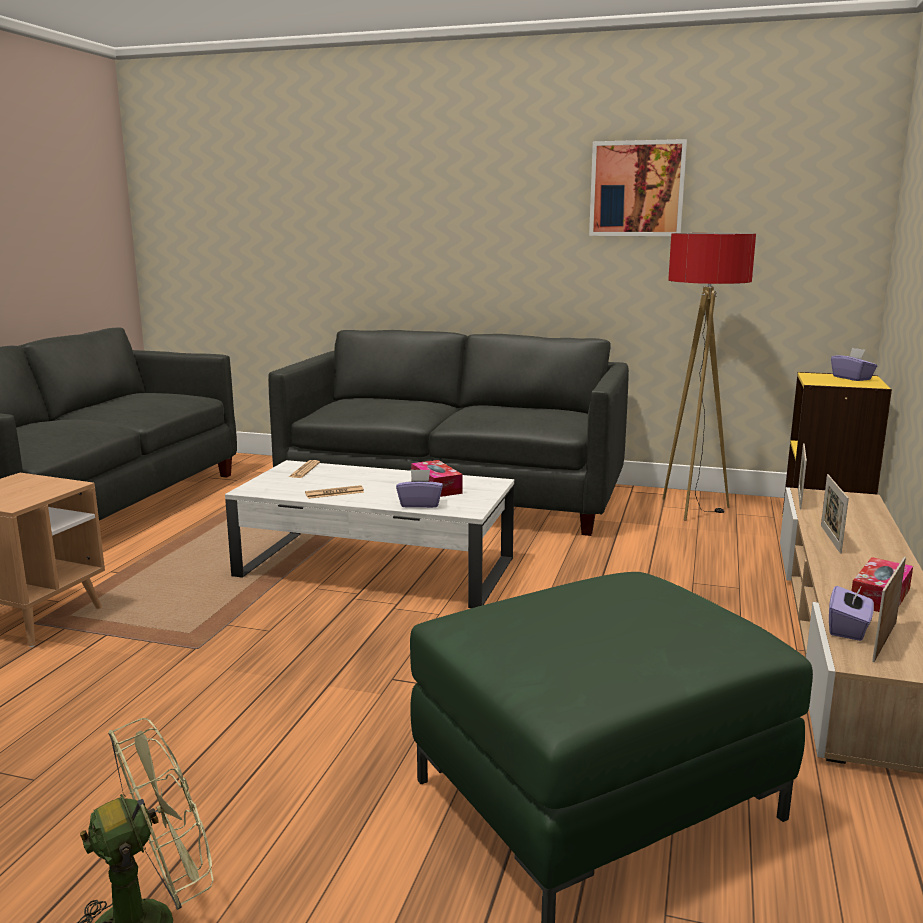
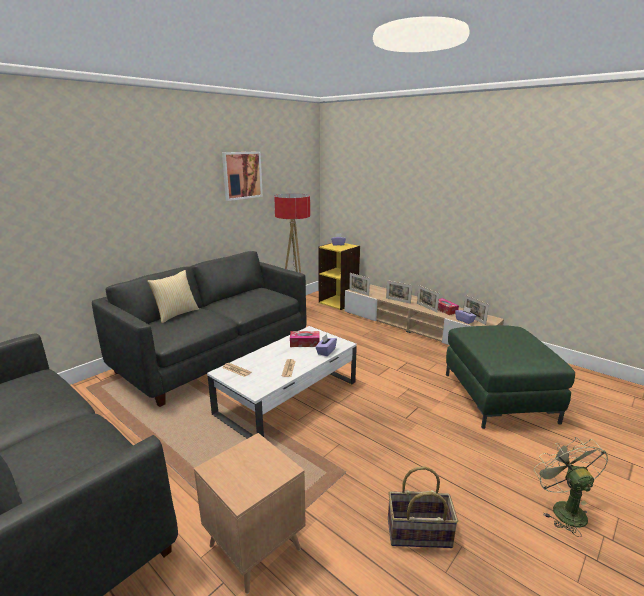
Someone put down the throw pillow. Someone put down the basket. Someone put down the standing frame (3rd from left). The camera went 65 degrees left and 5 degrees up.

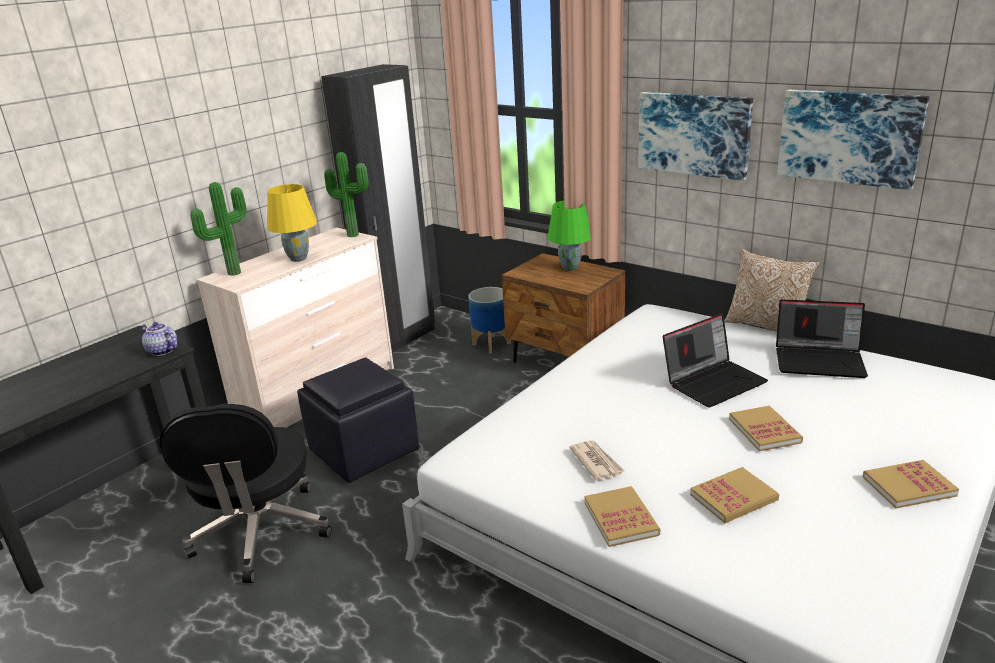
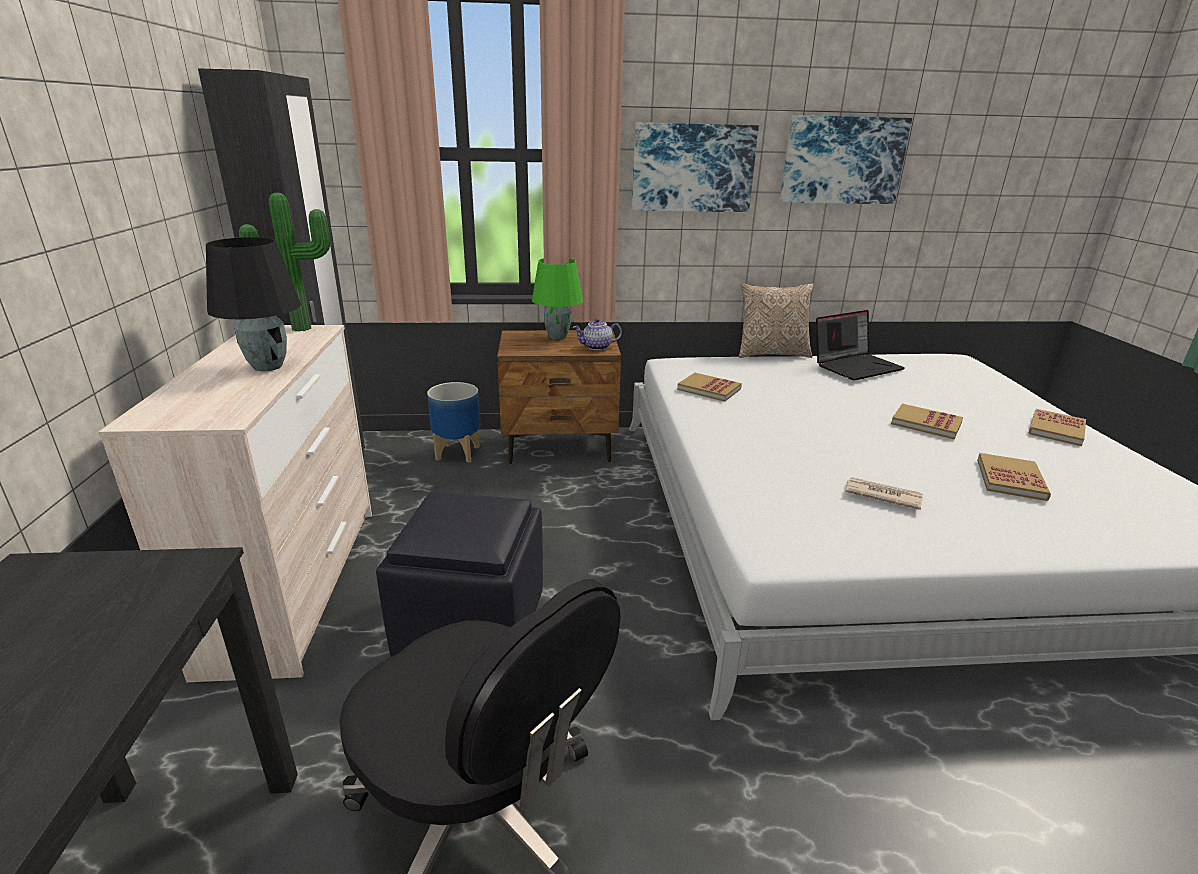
Someone carried the pot for tea. Someone took away the plant in a pot (1st from left). Someone repainted the yellowish table lamp, which became the black table lamp. Someone carried the book (1st from left). Someone took away the laptop (1st from left). The camera went 45 degrees left and 0 degrees up.

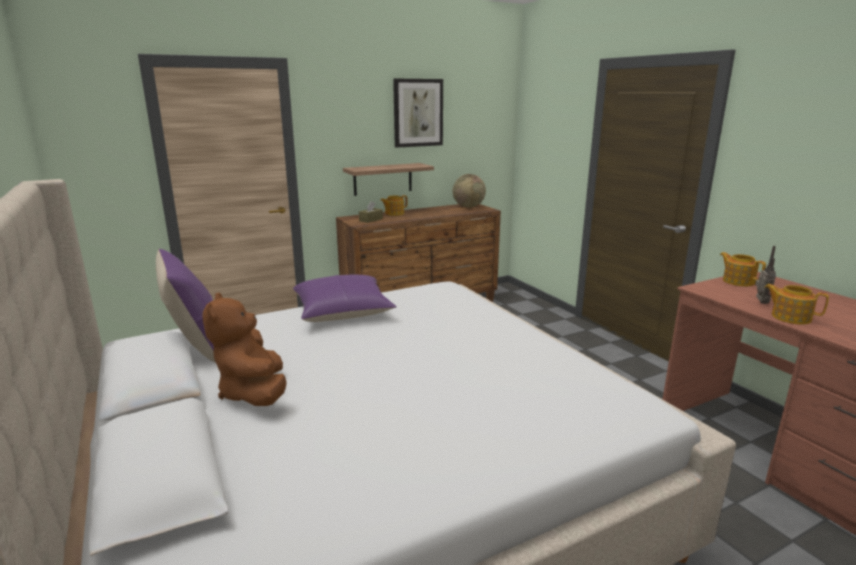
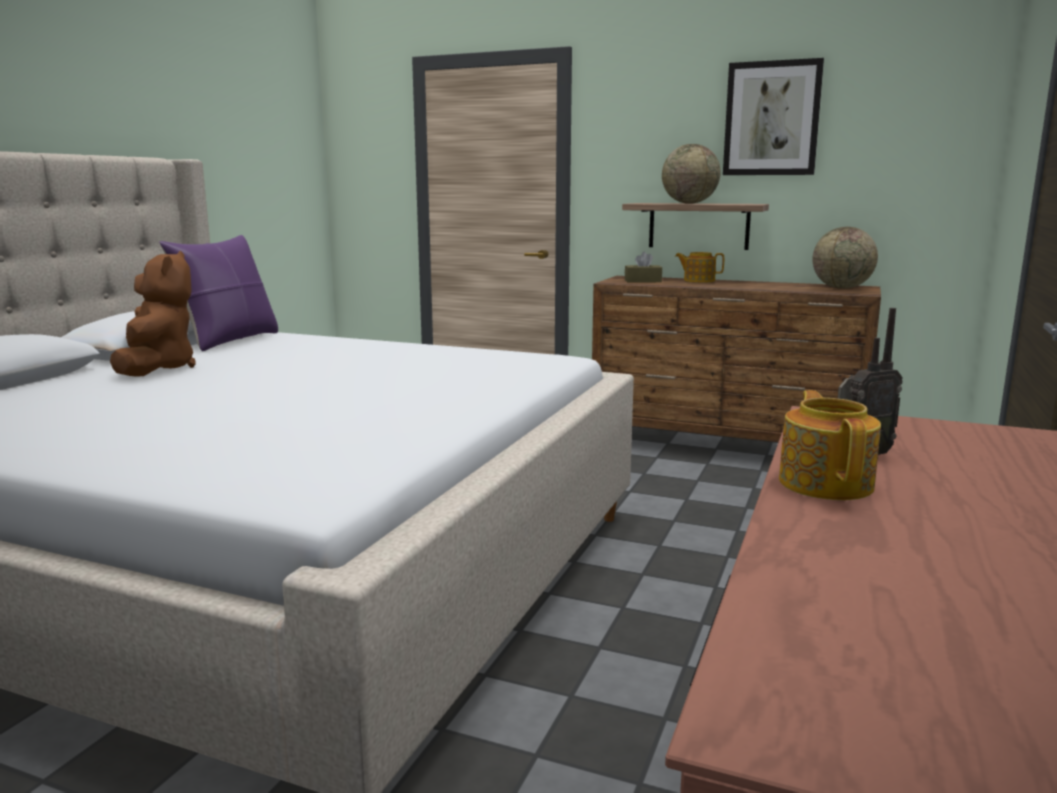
Someone rotated the brown-coloured cuddly toy by 135 degrees clockwise. Someone took away the purple-coloured throw pillow (2nd from left). Someone took away the pot for tea (2nd from left). Someone put down the world globe (1st from left). The camera went 50 degrees right and 5 degrees down.

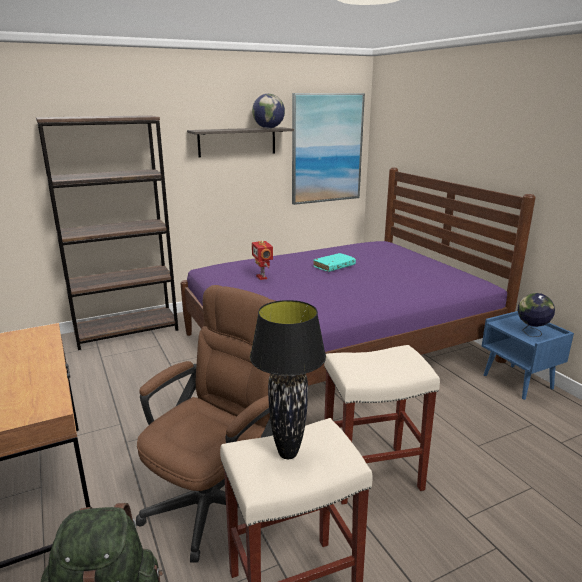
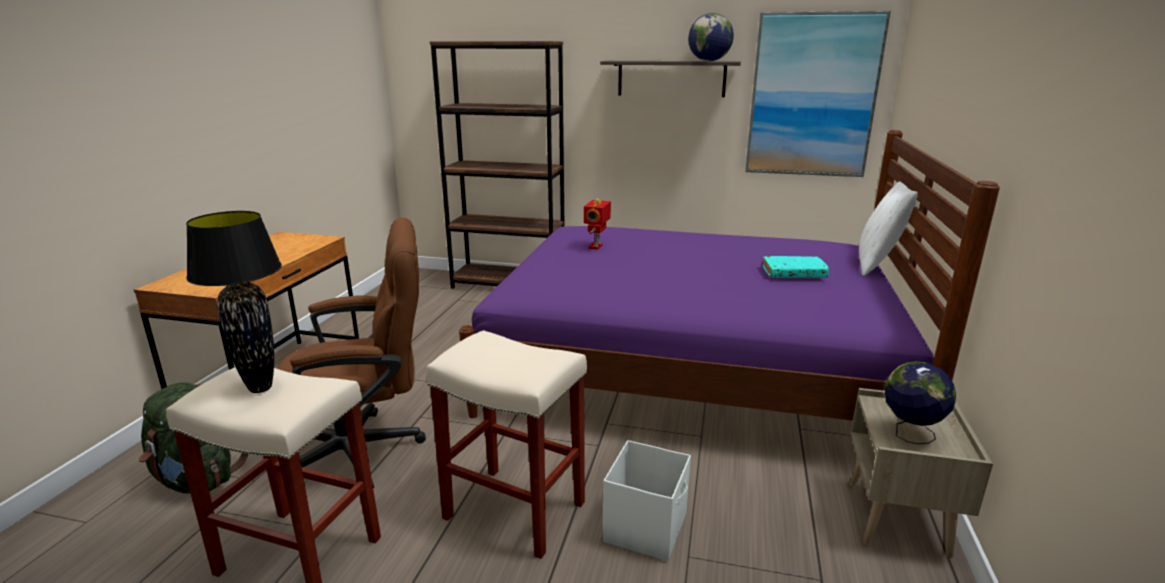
Someone carried the turquoise book. Someone repainted the blue night table, which became the sand-coloured night table. Someone put down the whitish storage bin. Someone put down the whitish throw pillow. The camera went 40 degrees right and 0 degrees up.

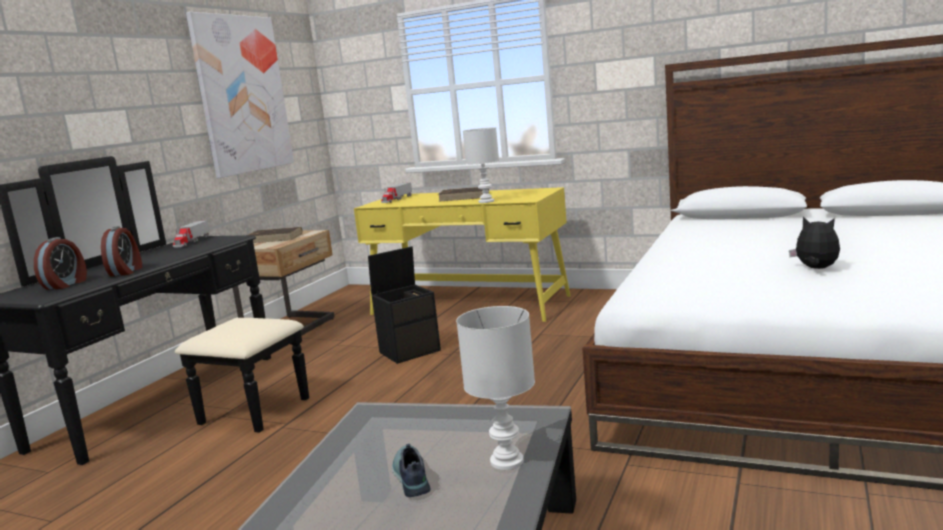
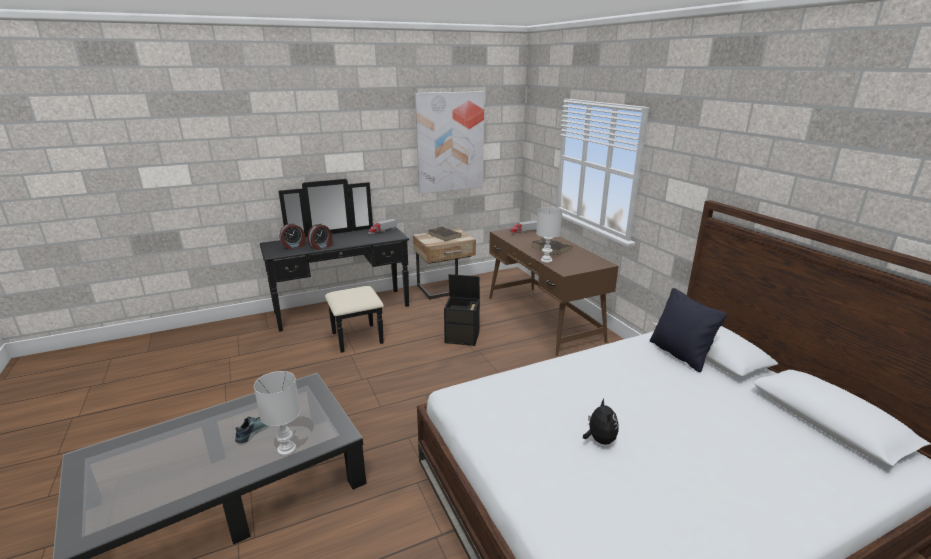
Someone repainted the yellowish desk table, which became the brown-coloured desk table. Someone put down the black throw pillow. The camera went 40 degrees right and 10 degrees up.

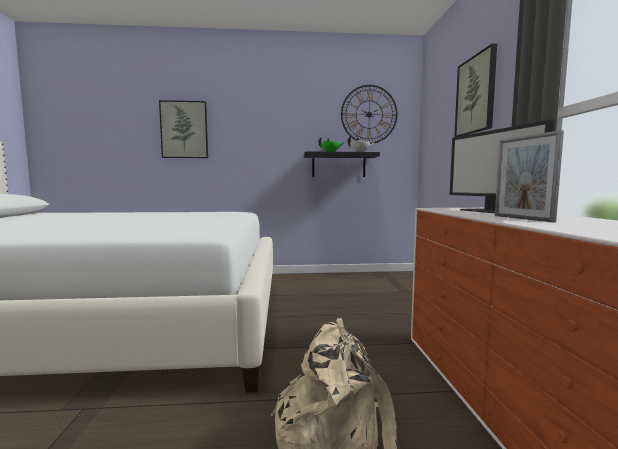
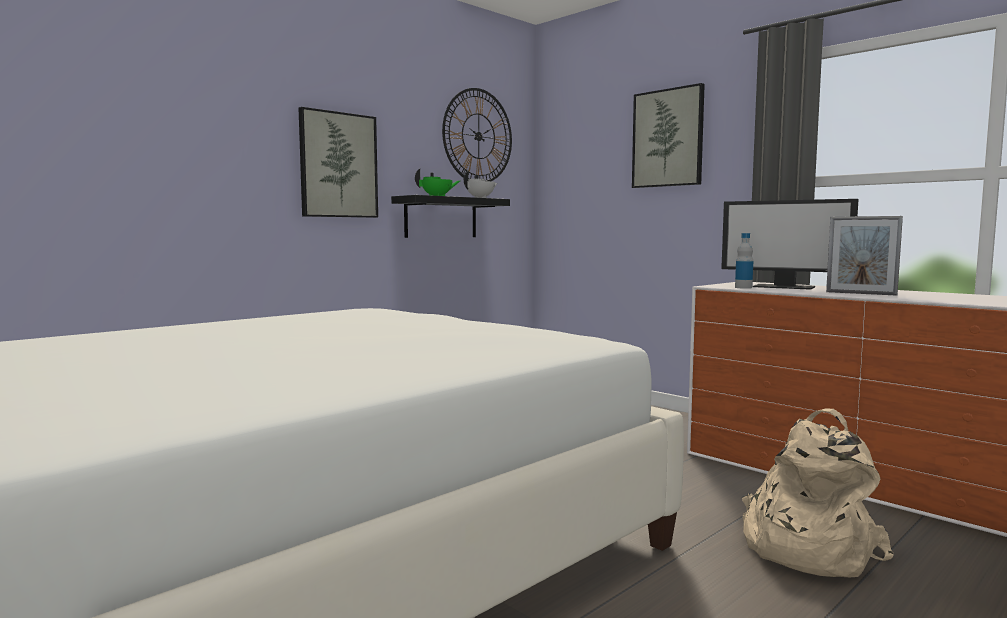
Someone carried the wall art (1st from left). Someone put down the beverage bottle. The camera went 40 degrees left and 0 degrees up.

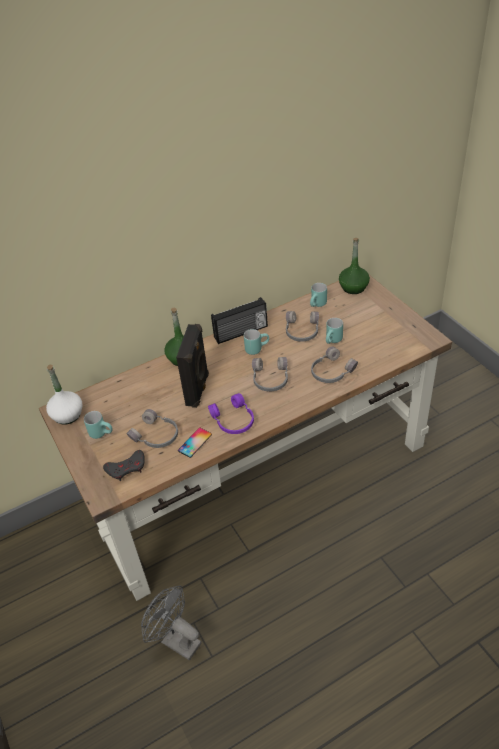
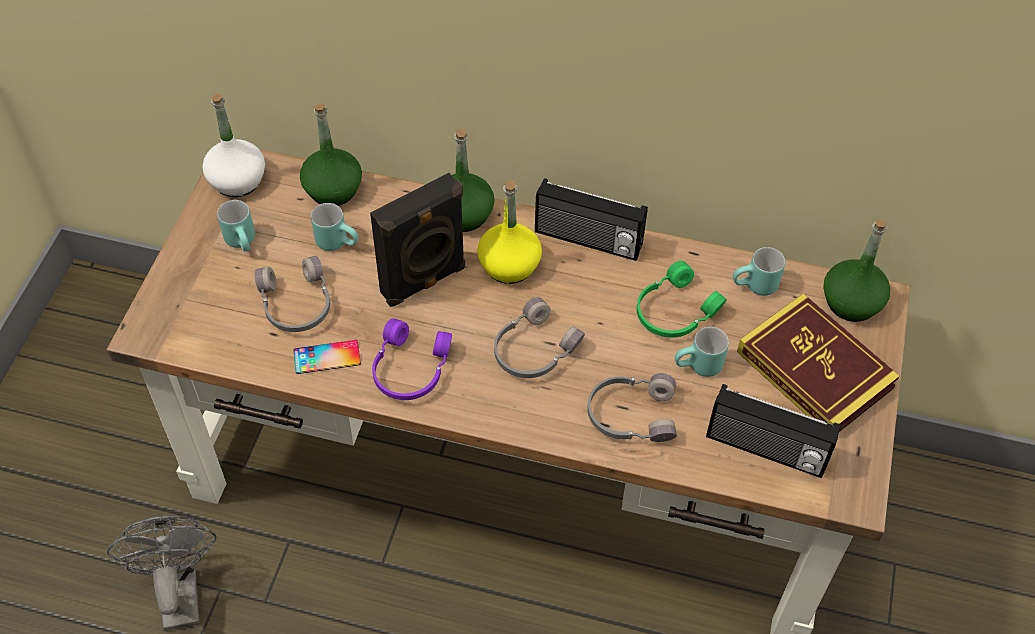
Someone took away the greyish gamepad. Someone carried the turquoise mug (2nd from left). Someone repainted the greyish pair of headphones (3rd from left), which became the green-coloured pair of headphones. Someone put down the green-coloured beverage bottle (1st from left). Someone put down the yellowish beverage bottle. Someone put down the radio receiver (2nd from left). Someone put down the book. The camera went 40 degrees right and 10 degrees up.

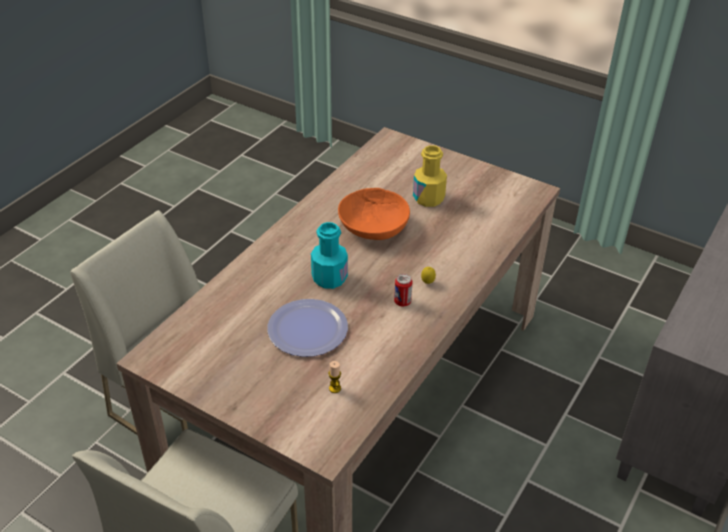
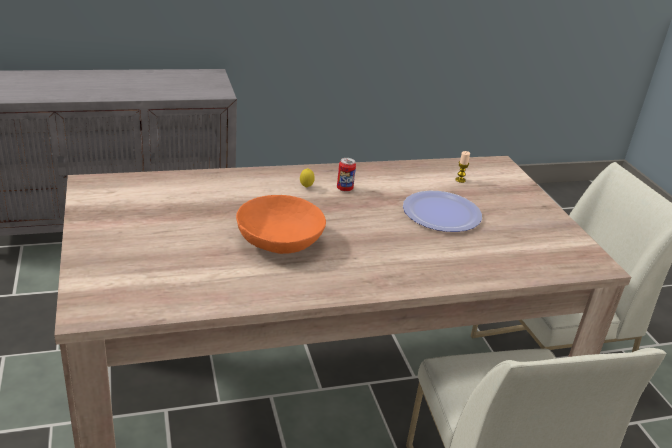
Someone took away the turquoise beverage bottle. Someone took away the yellowish beverage bottle. The camera went 140 degrees left and 10 degrees down.

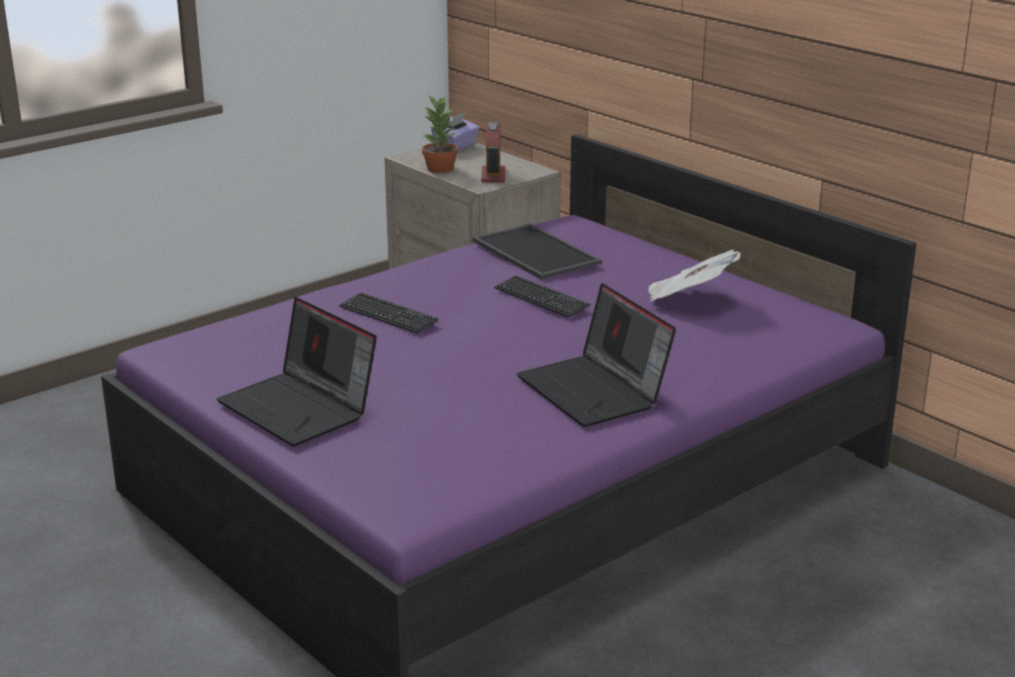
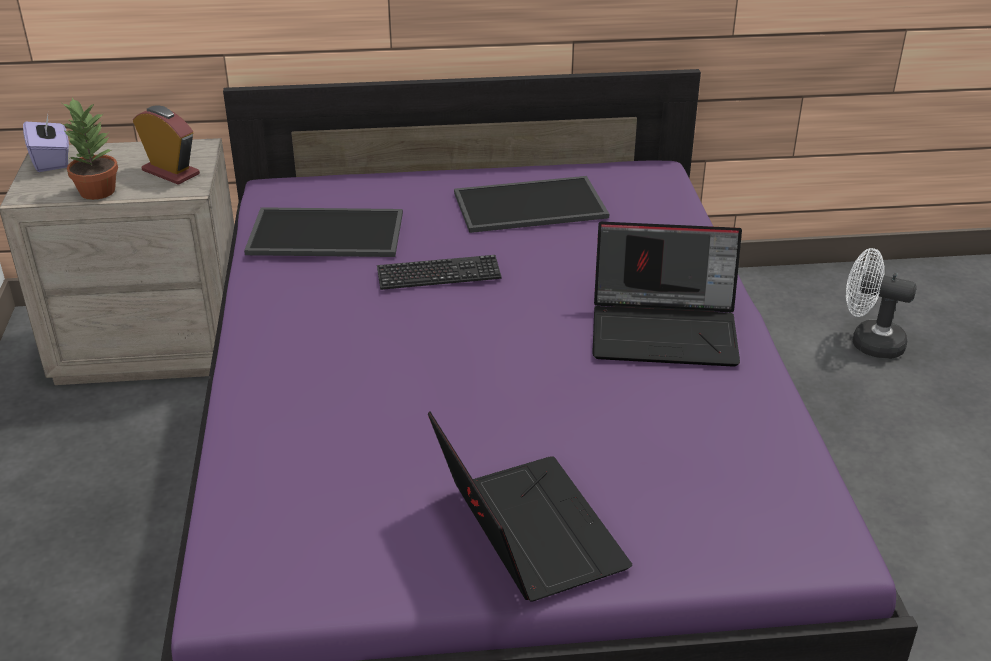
Someone rotated the laptop (1st from left) by 105 degrees counterclockwise. Someone took away the PC keyboard (1st from left). Someone swapped the newspaper for the serving tray (2nd from left). Someone put down the whitish electric fan. The camera went 55 degrees left and 10 degrees up.

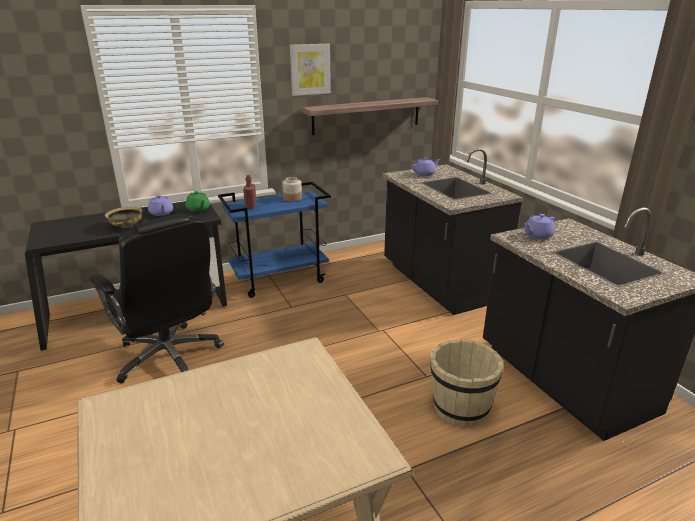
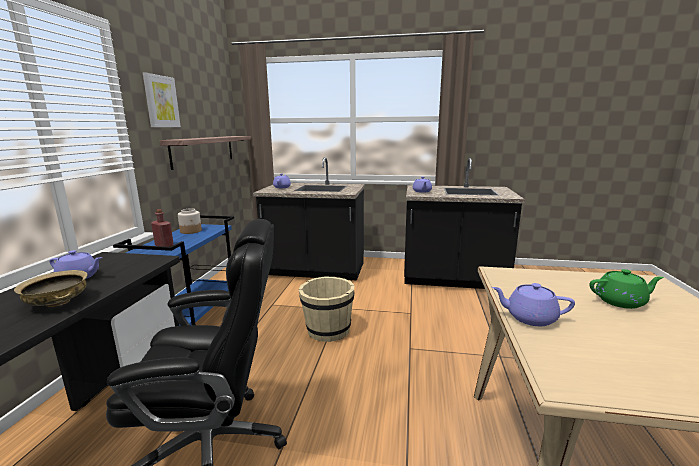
Someone carried the green-coloured pot for tea. Someone carried the sand-coloured pail. Someone put down the purple-coloured pot for tea (4th from left). The camera went 55 degrees left and 10 degrees down.

